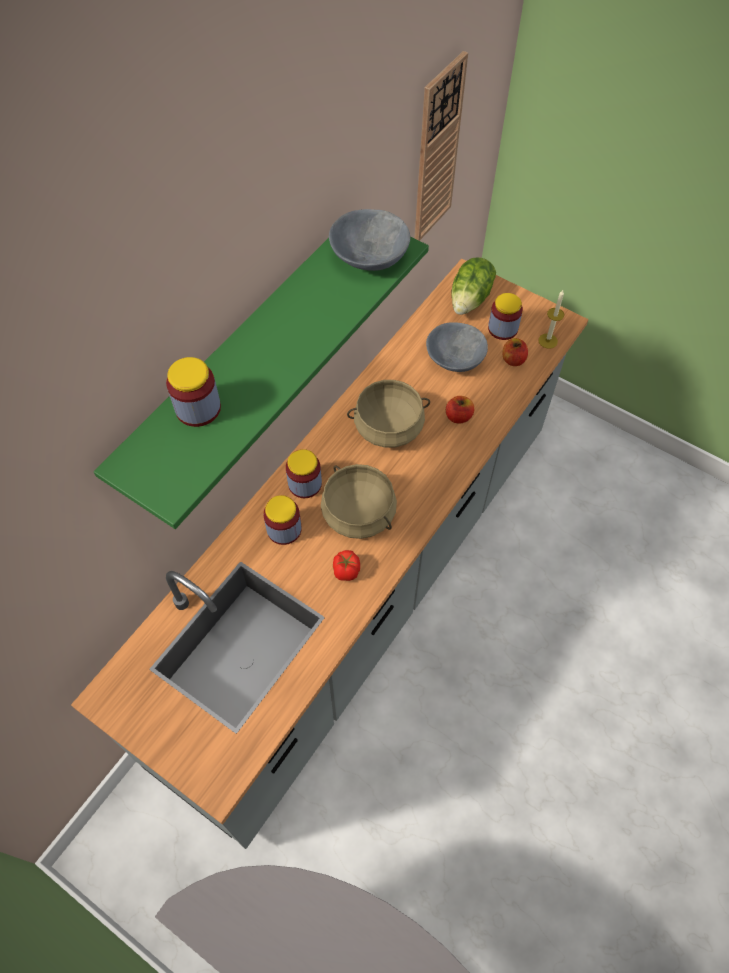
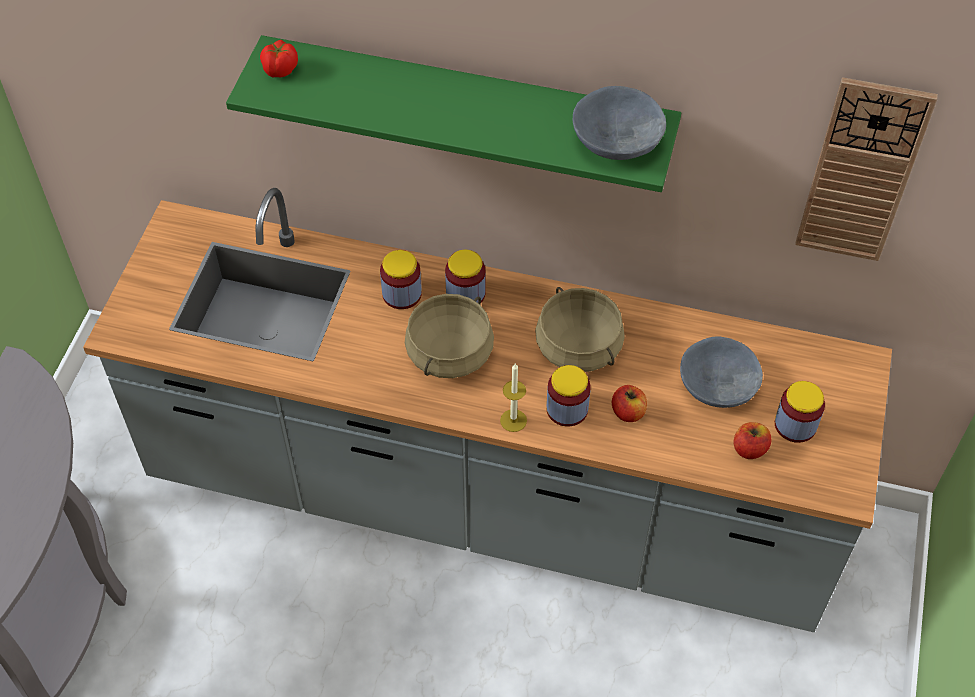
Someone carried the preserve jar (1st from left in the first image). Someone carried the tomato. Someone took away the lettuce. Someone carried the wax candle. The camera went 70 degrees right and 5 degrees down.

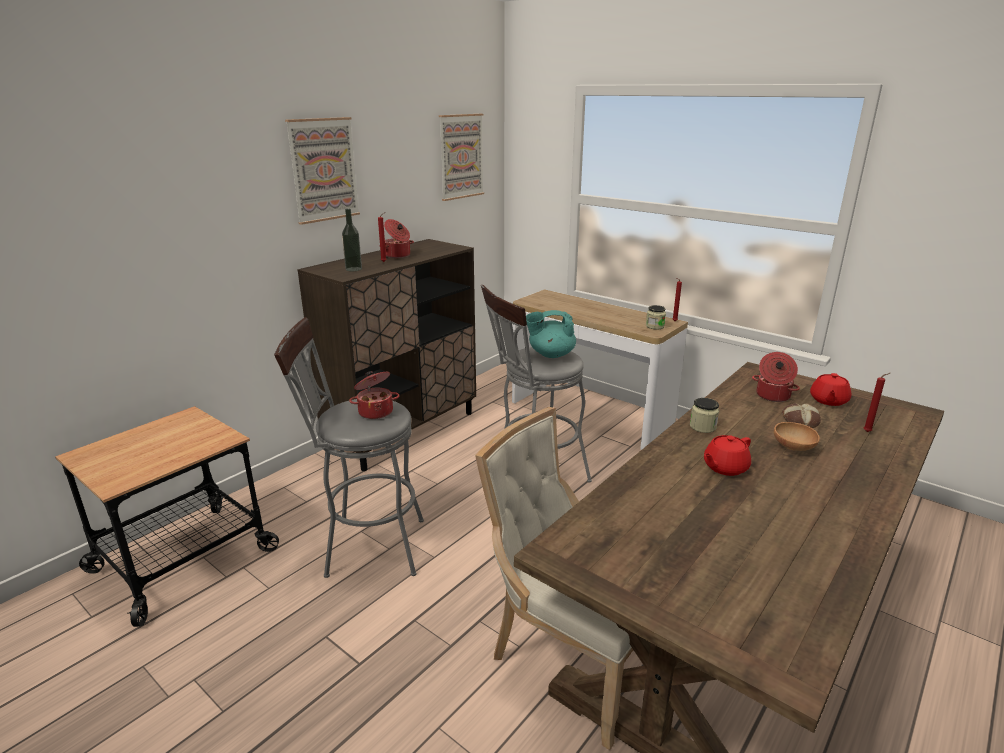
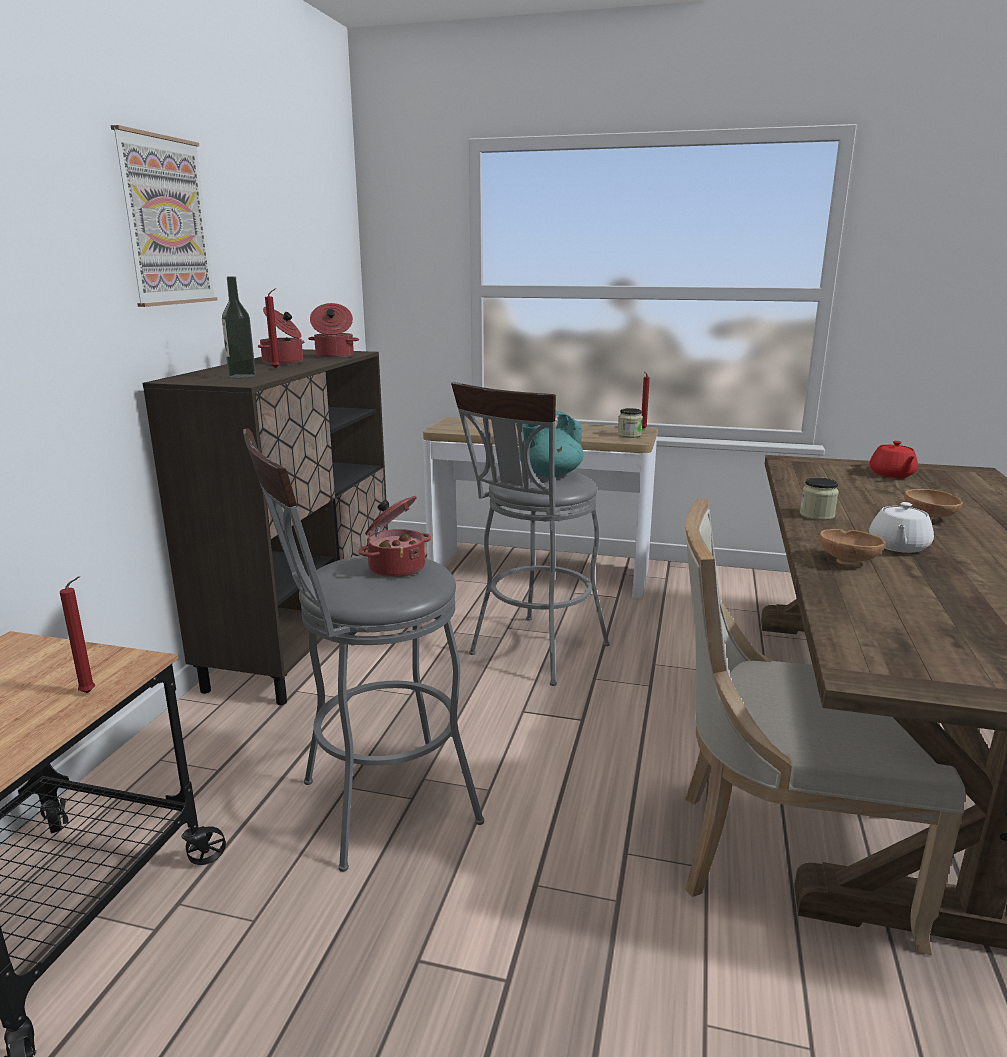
Someone took away the wall art (2nd from left). Someone repainted the reddish pot for tea (1st from left), which became the whitish pot for tea. Someone carried the saucepot (3rd from left in the first image). Someone took away the baked bread. Someone carried the reddish wax candle (3rd from left in the first image). Someone put down the brown-coloured bowl (1st from left). The camera went 25 degrees left and 5 degrees down.

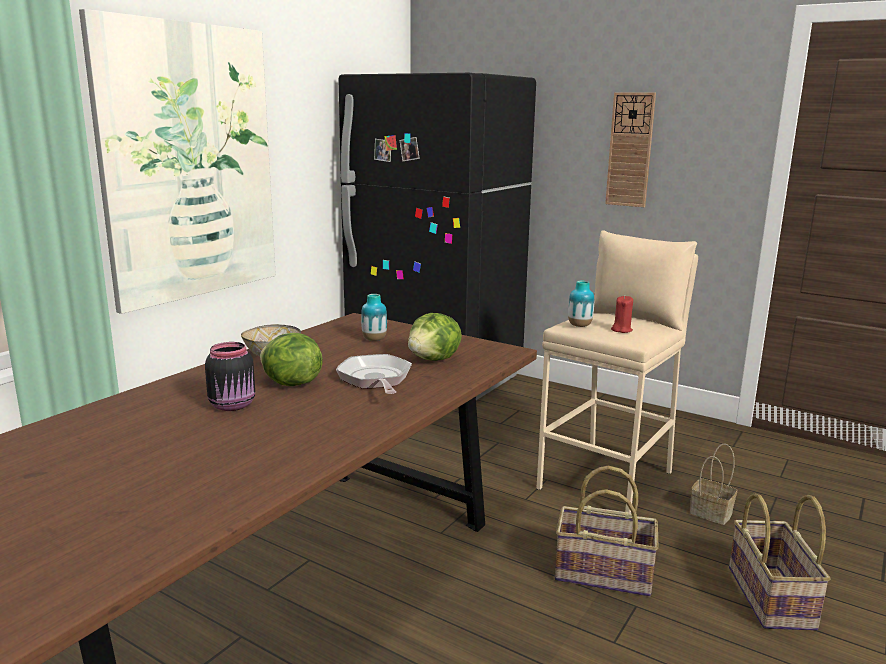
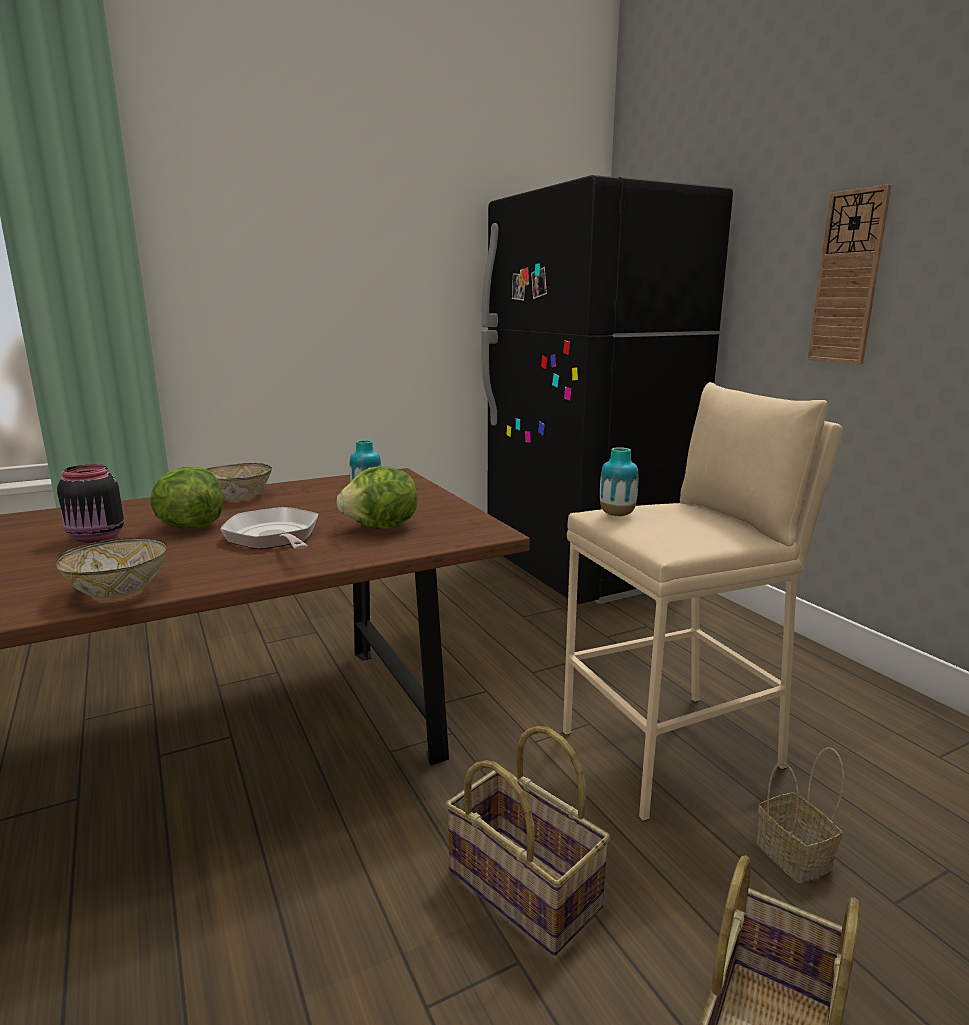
Someone took away the wall art. Someone rotated the frying pan by 45 degrees counterclockwise. Someone took away the reddish wax candle. Someone put down the bowl (1st from left). The camera went 30 degrees right and 0 degrees up.

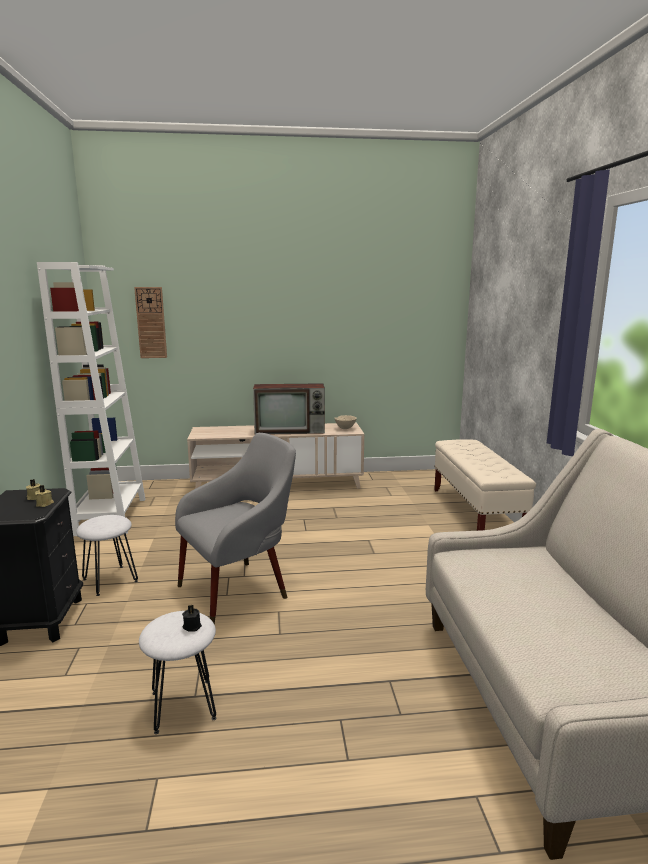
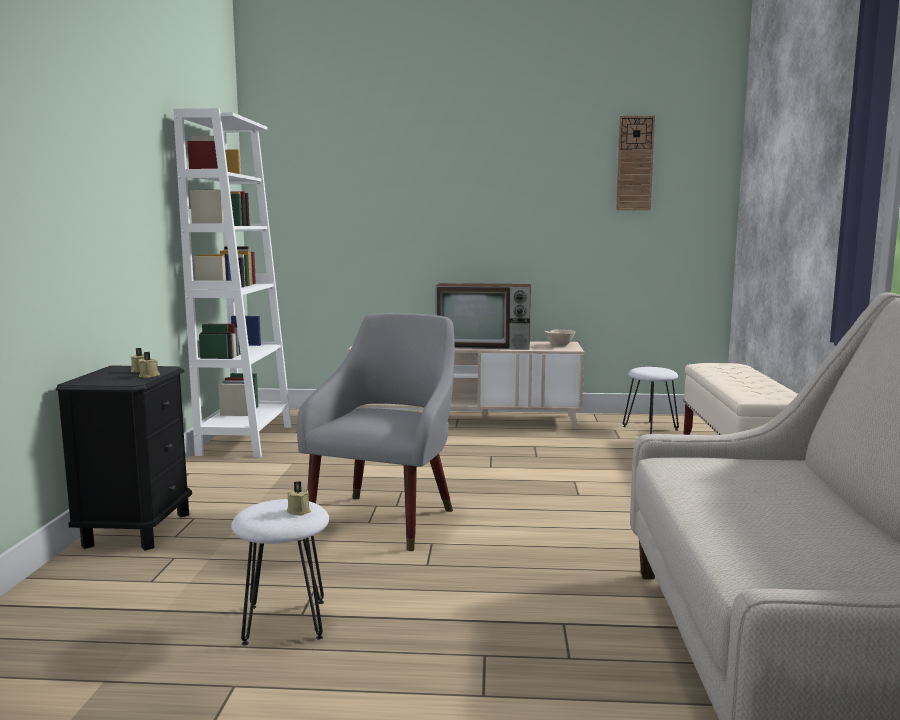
Someone carried the whitish sitting stool (1st from left in the first image). Someone carried the clock on the wall. Someone rotated the greyish lounge chair by 45 degrees counterclockwise. Someone repainted the black wax candle, which became the sand-coloured wax candle (3rd from left). The camera went 10 degrees right and 5 degrees down.

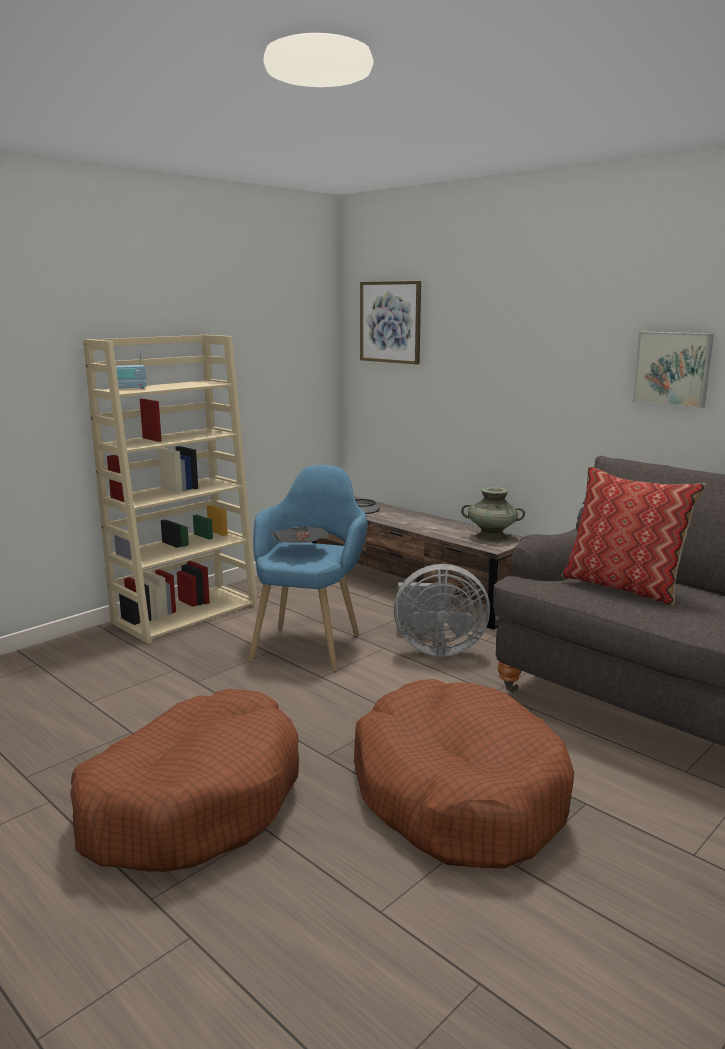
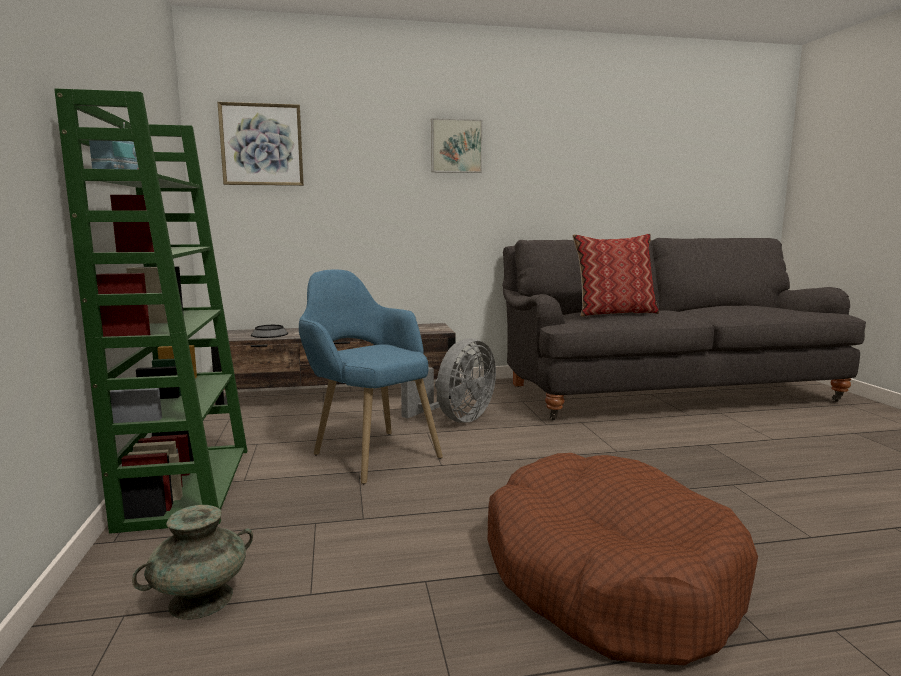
Someone repainted the sand-coloured bookshelf, which became the green-coloured bookshelf. Someone took away the newspaper. Someone took away the brown-coloured dog bed (2nd from left). Someone carried the turquoise decorative vase. Someone carried the wall art (2nd from left). The camera went 55 degrees left and 5 degrees down.

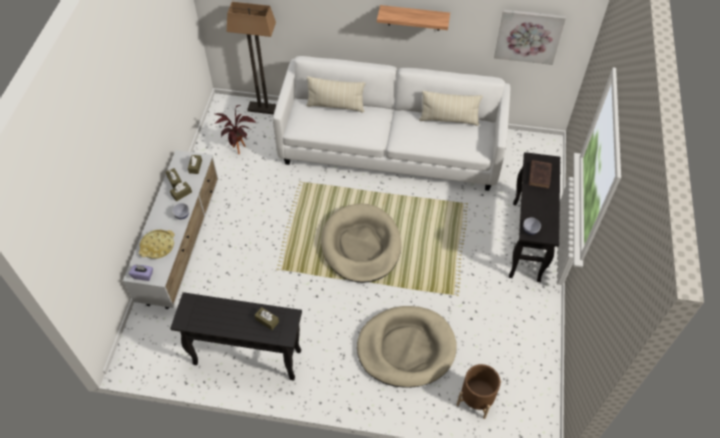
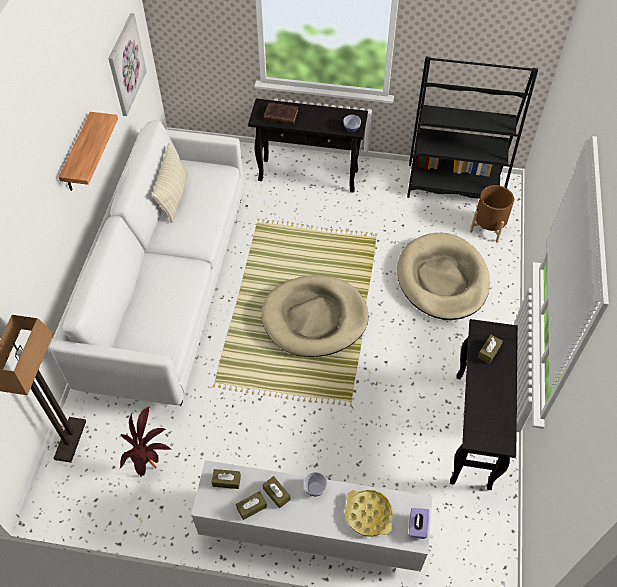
Someone took away the sand-coloured throw pillow (1st from left). Someone put down the black bookshelf. The camera went 90 degrees left and 0 degrees up.

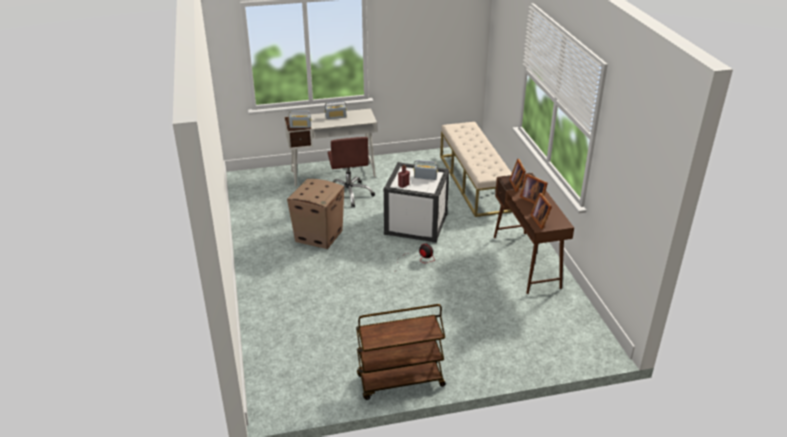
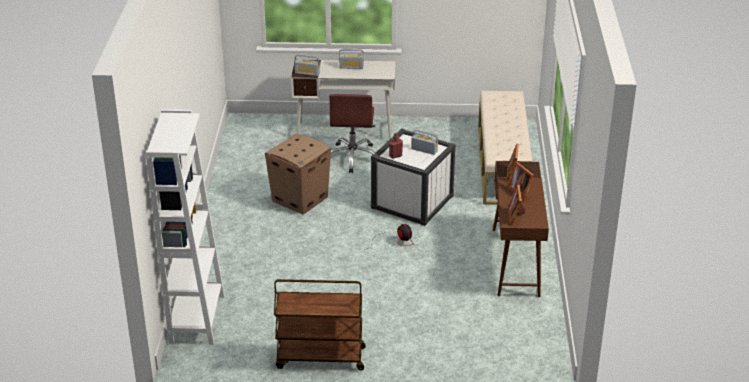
Someone put down the whitish bookshelf. The camera went 15 degrees right and 0 degrees up.

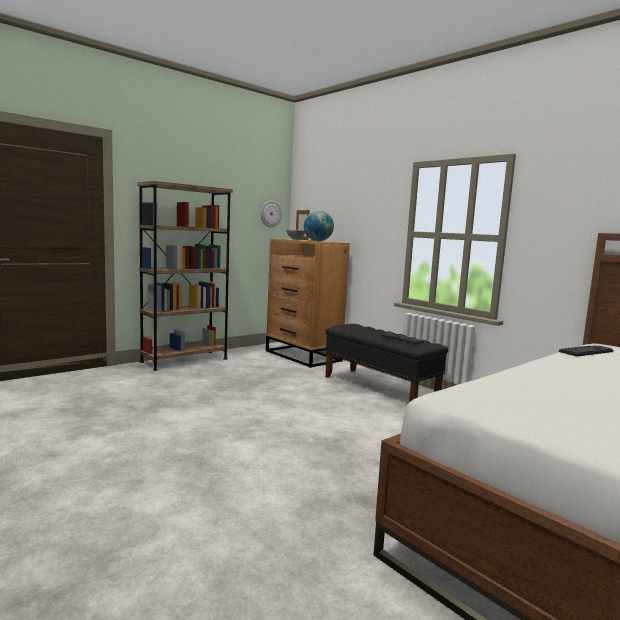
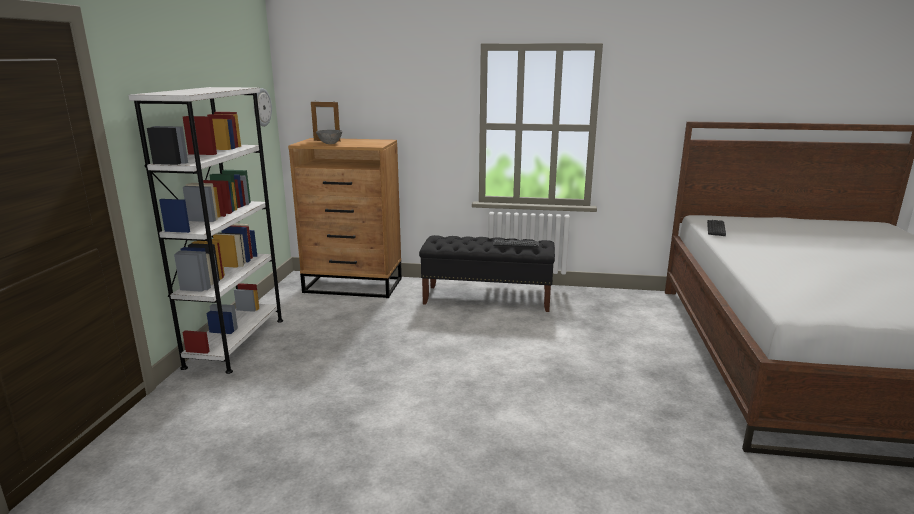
Someone repainted the brown-coloured bookshelf, which became the whitish bookshelf. Someone took away the world globe. The camera went 40 degrees left and 10 degrees up.

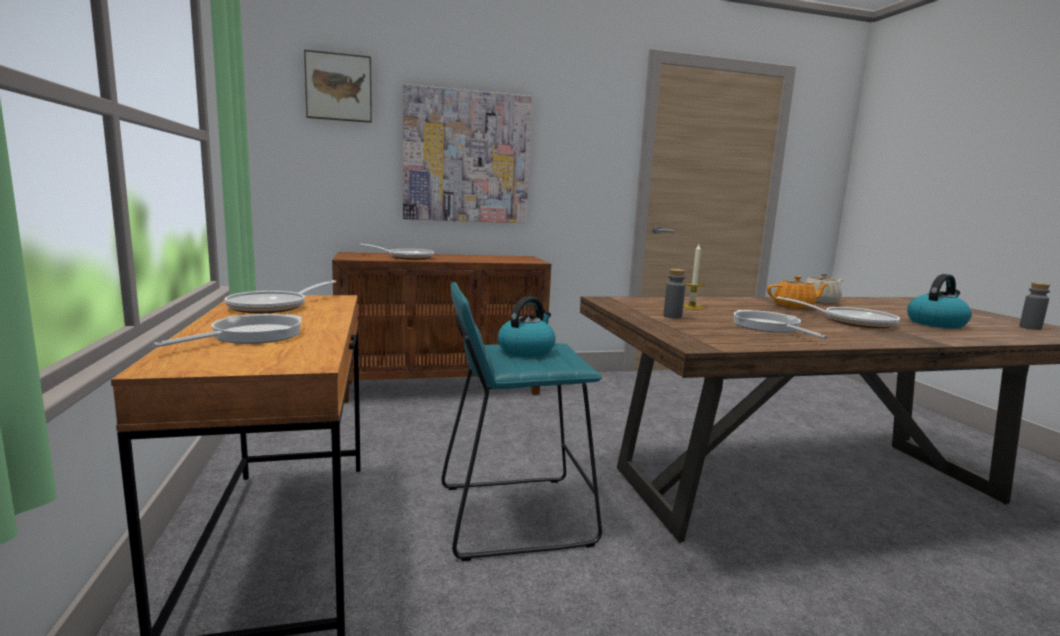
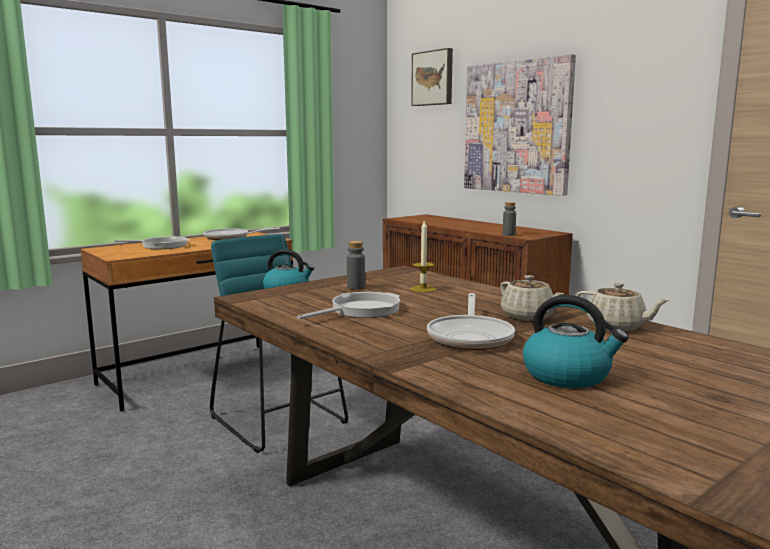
Someone took away the frying pan (3rd from left). Someone repainted the orange-coloured pot for tea, which became the sand-coloured pot for tea (1st from left). Someone carried the greyish beverage bottle (2nd from left). The camera went 65 degrees right and 0 degrees up.

